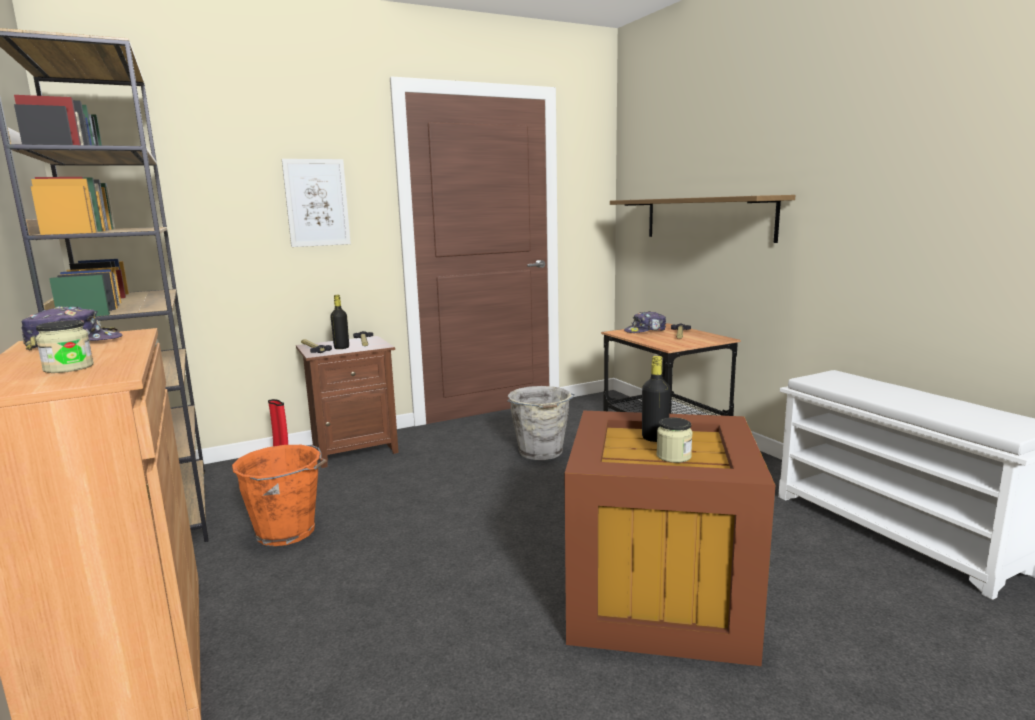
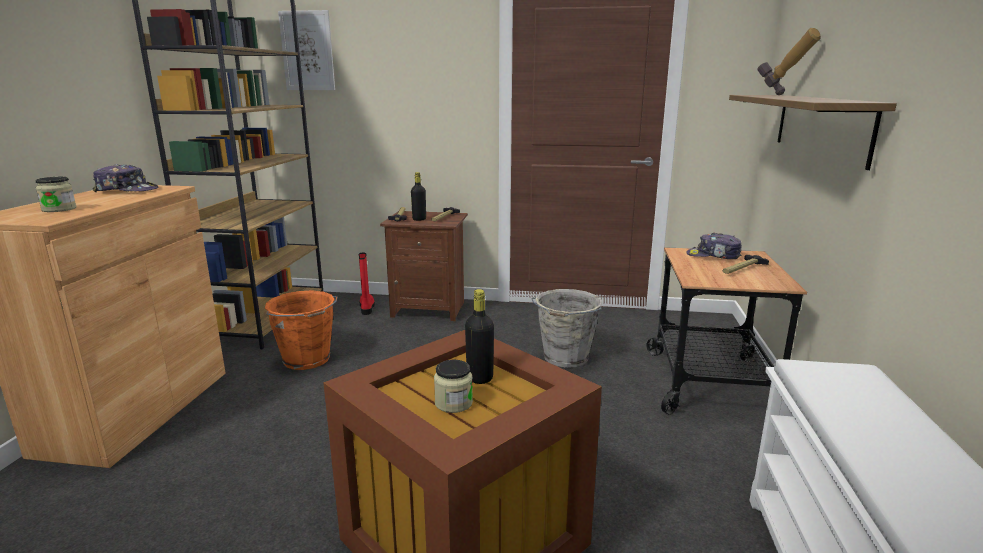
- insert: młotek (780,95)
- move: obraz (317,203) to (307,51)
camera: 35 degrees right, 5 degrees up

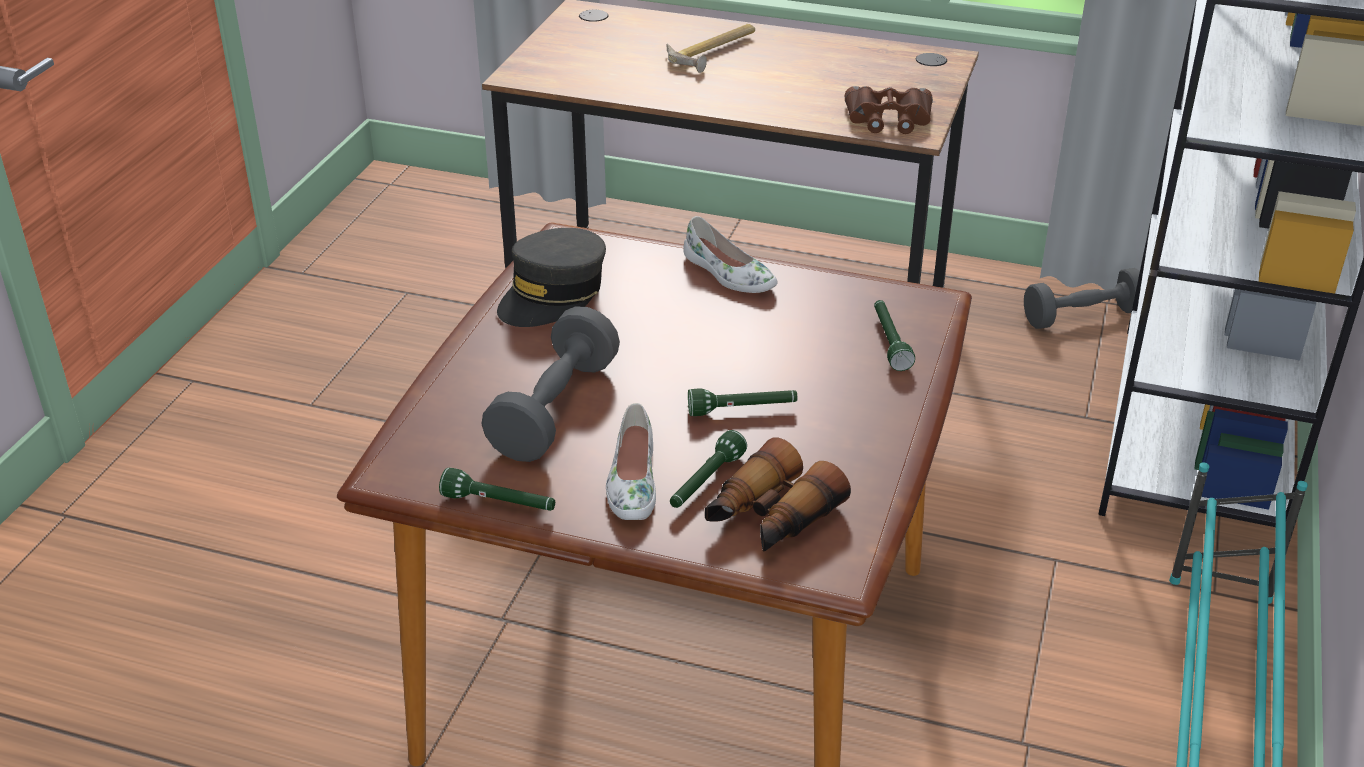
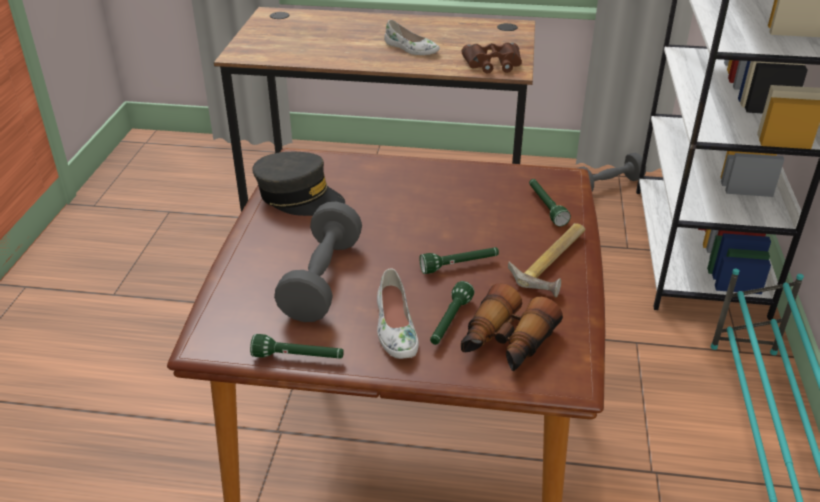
- move: młotek (715,52) to (556,263)
- move: but (biały) (728,274) to (411,49)
- rotate: czapka z daszkiem (szary) (553,295) = (299,197) 90 degrees counterclockwise
camera: 10 degrees left, 0 degrees up

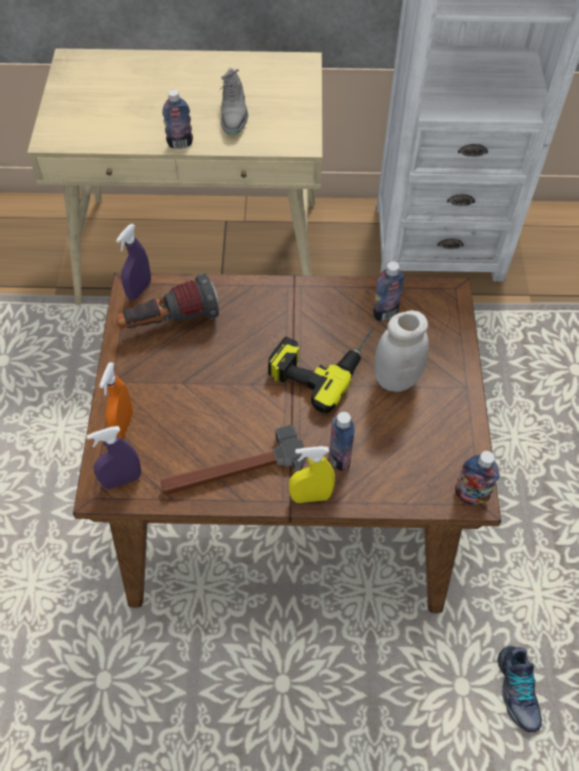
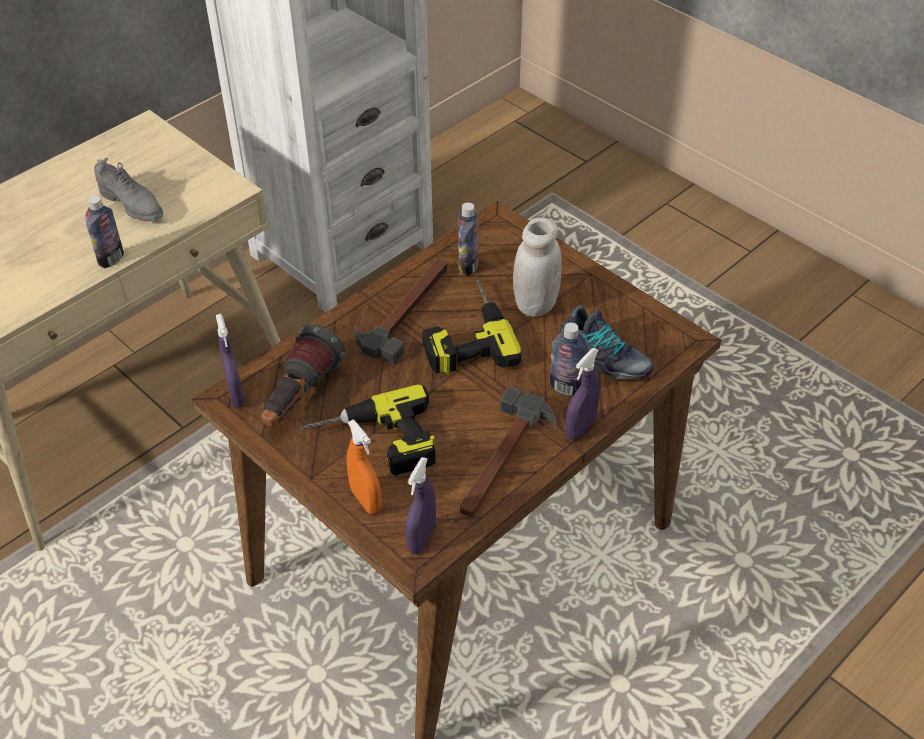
- delete: butelka (470,496)
- insert: wiertarka (374,443)
- insert: młotek (406,311)
- move: but (516,690) to (603,358)
- recolor: spryskiwacz (żółty) (310,496) to spryskiwacz (fioletowy) (580,428)
camera: 45 degrees left, 10 degrees down

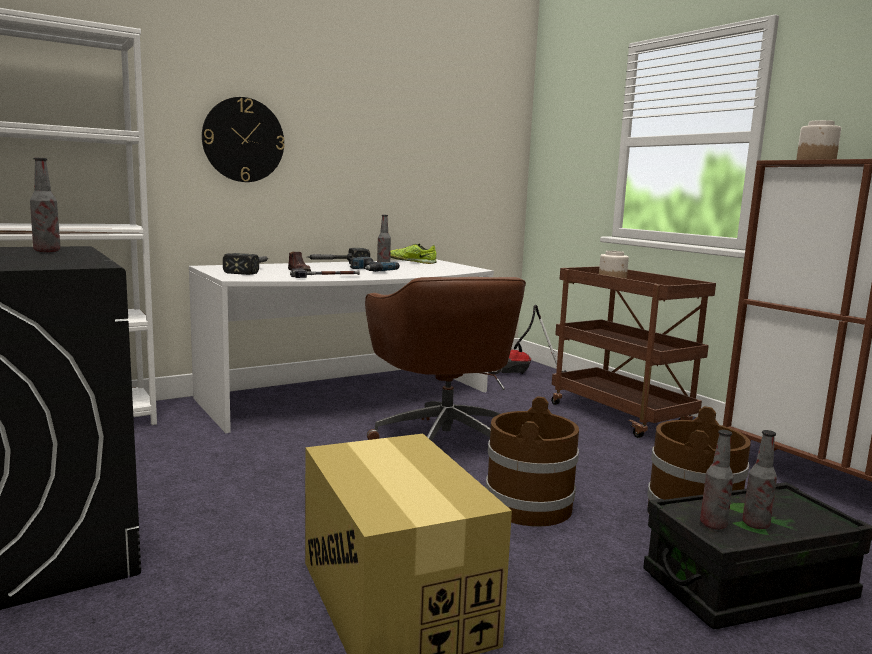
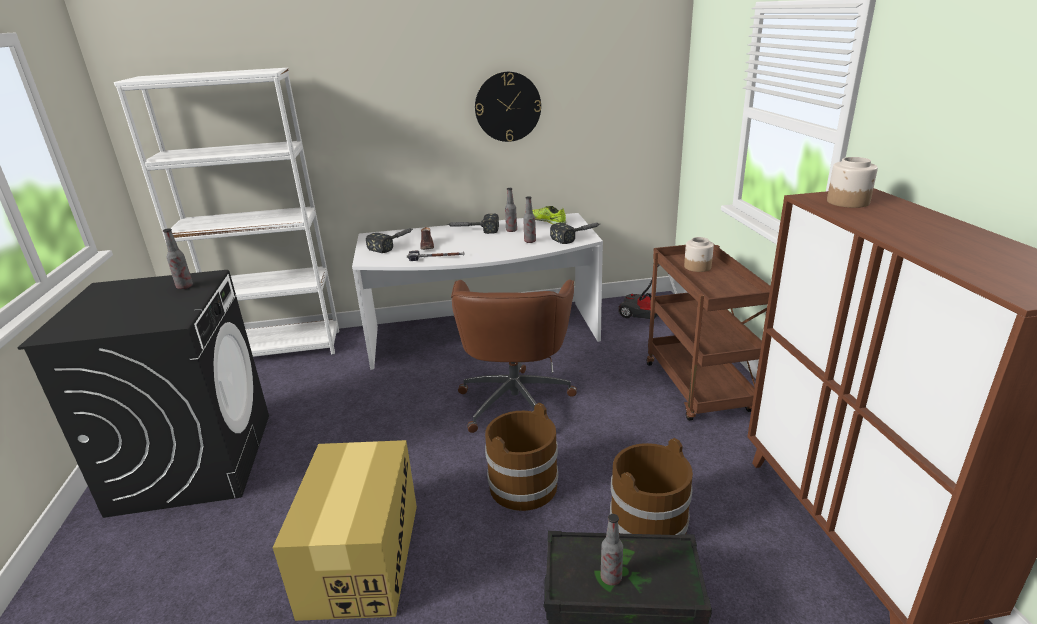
- delete: wiertarka (370,270)
- insert: młotek (578,236)
- move: zegar ścienny (243,140) to (508,107)
- move: butelka (713,525) to (530,241)
camera: 25 degrees right, 15 degrees up

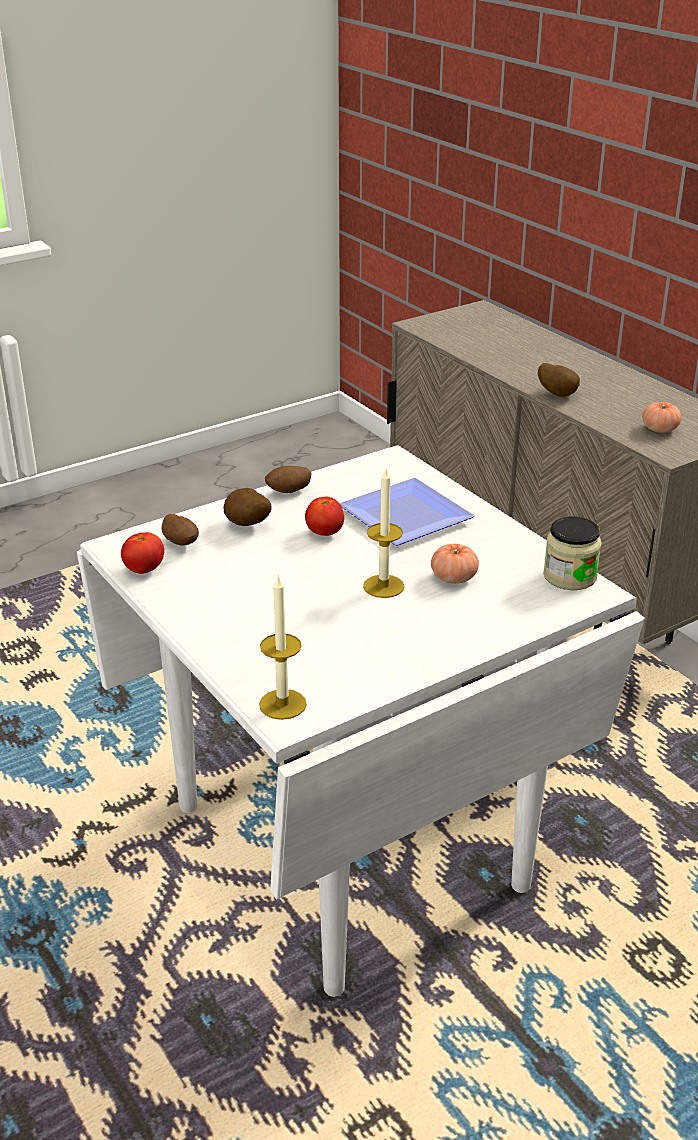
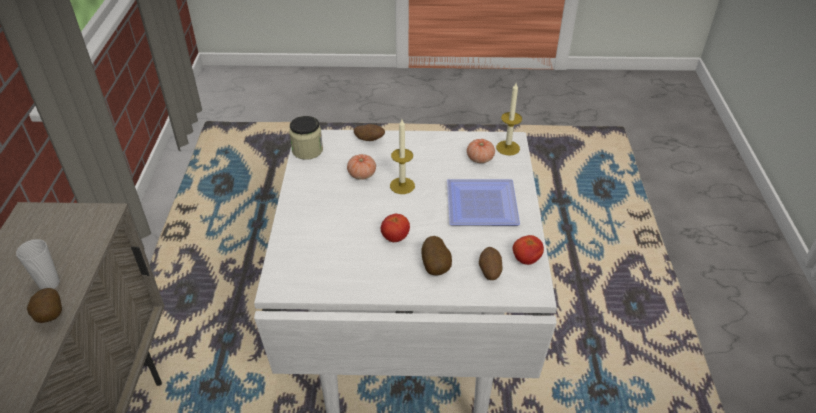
- insert: filiżanka (49,284)
- move: ziemniak (288,492) to (369,140)
- move: talerz (406,514) to (479,207)
- move: pomidor (659,429) to (480,159)
camera: 145 degrees left, 10 degrees up

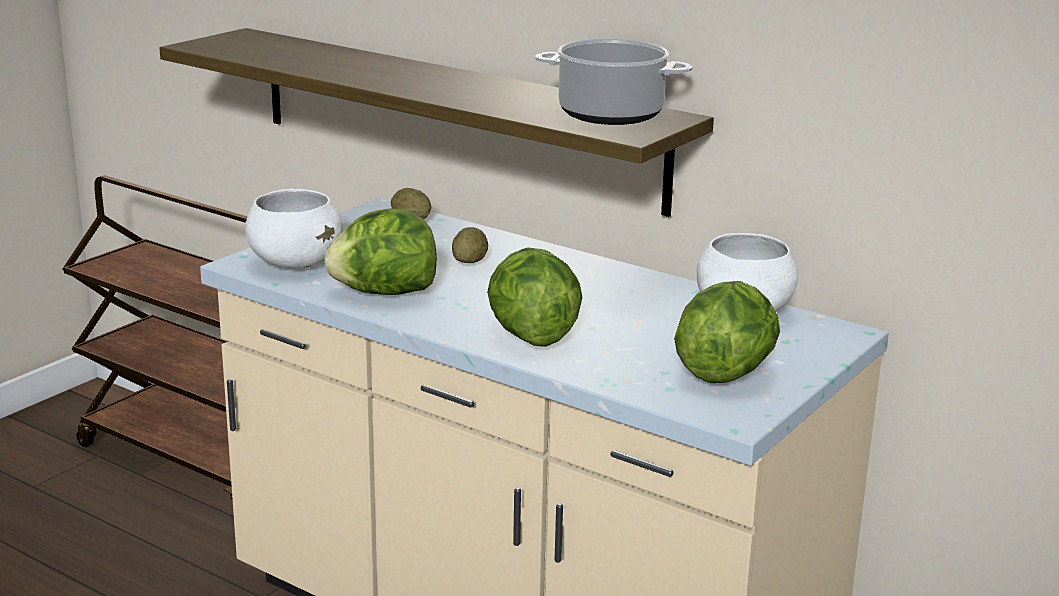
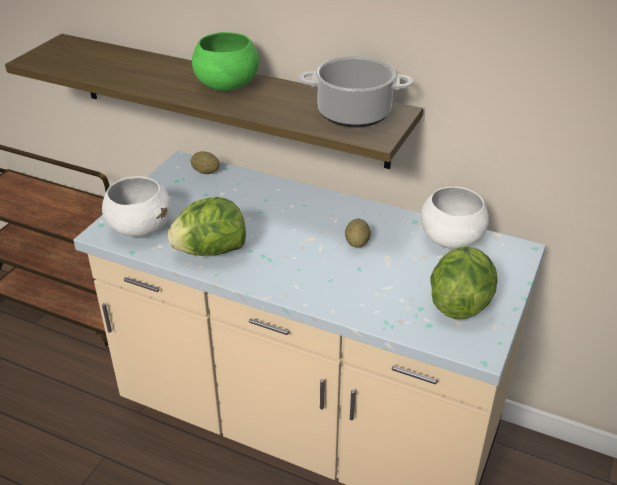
- delete: sałata (530,336)
- insert: miska (zielony) (226,85)
- move: ziemniak (469,262) to (357,243)
camera: 10 degrees left, 15 degrees up

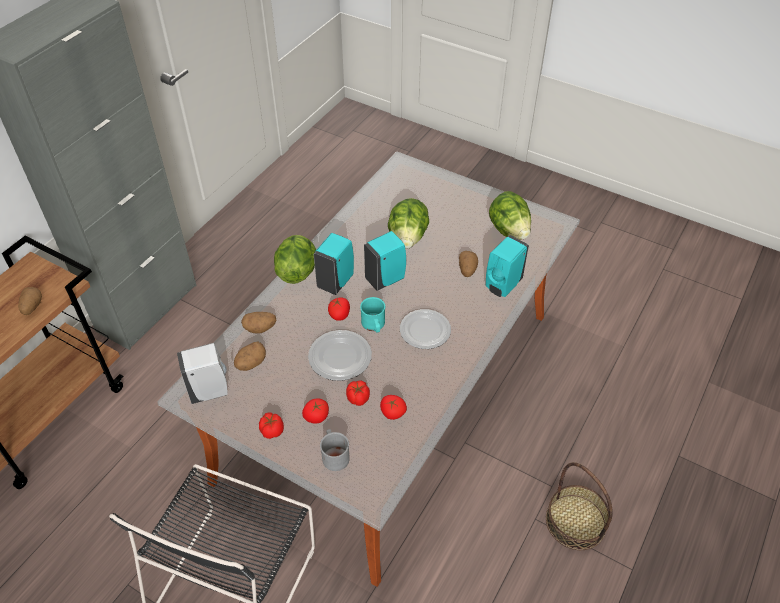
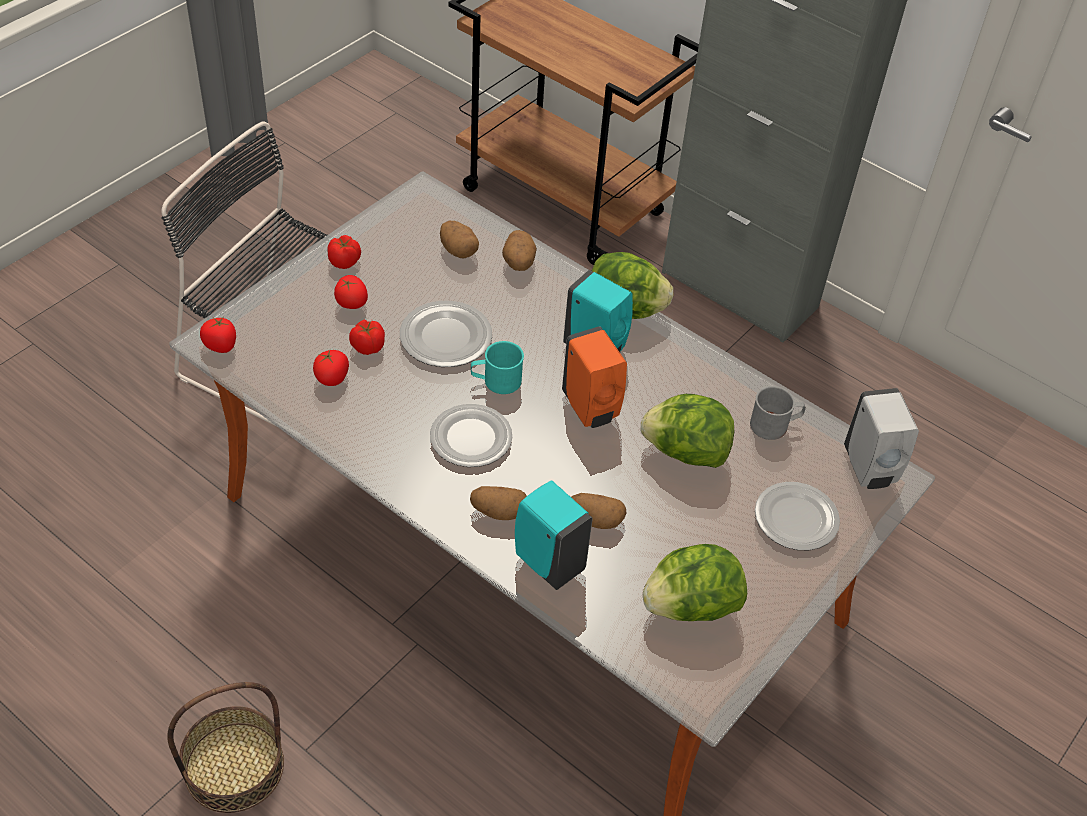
- insert: talerz (796,519)
- move: ziemniak (32,307) to (498,512)
- move: dozownik mydła (biały) (210,391) to (870,470)
- move: kubek (szary) (334,455) to (775,425)
- move: pomidor (339,315) to (221,345)
- recolor: dozownik mydła (turkusowy) (386,279) to dozownik mydła (pomarańczowy) (591,409)
camera: 95 degrees right, 0 degrees up

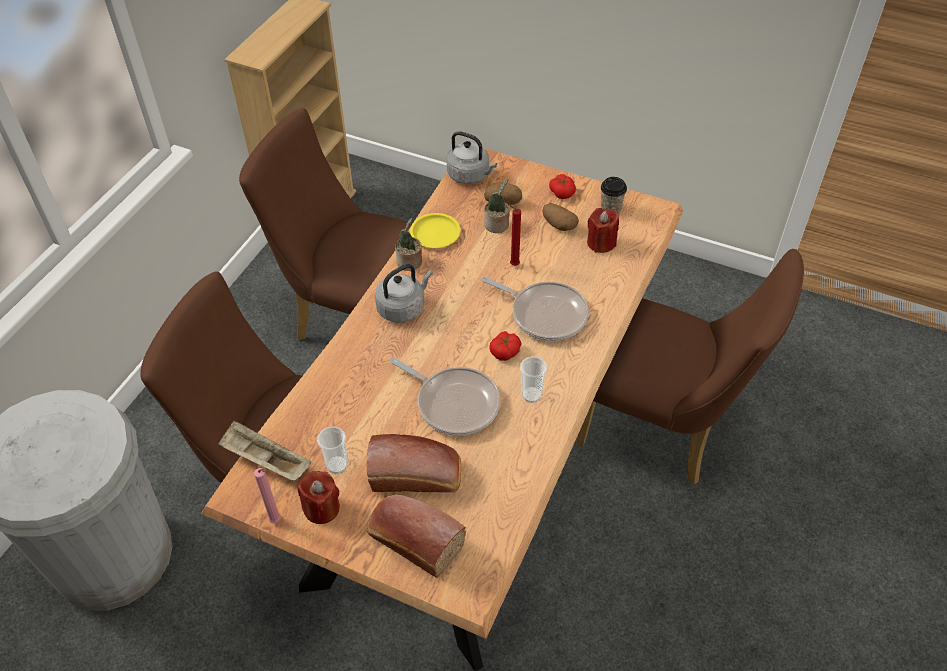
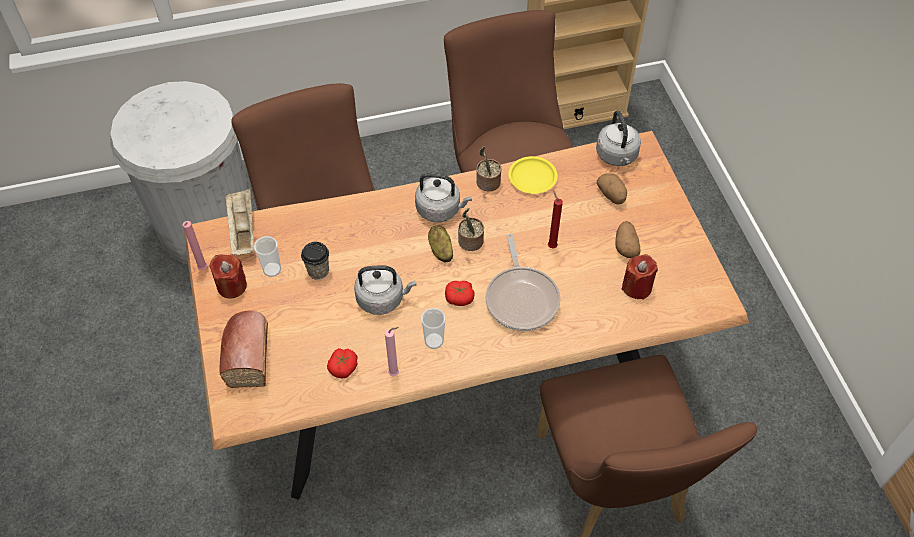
- delete: chleb (418,475)
- insert: świeca (różowy) (395,374)
- insert: ziemniak (440,250)
- move: roślina doniczkowa (497,226) to (470,242)
- move: pomidor (562,192) to (343,367)
- move: filiżanka (610,208) to (318,271)
- replace: patelnia (454,403) to czajnik (szary) (383,299)
camera: 50 degrees right, 5 degrees up

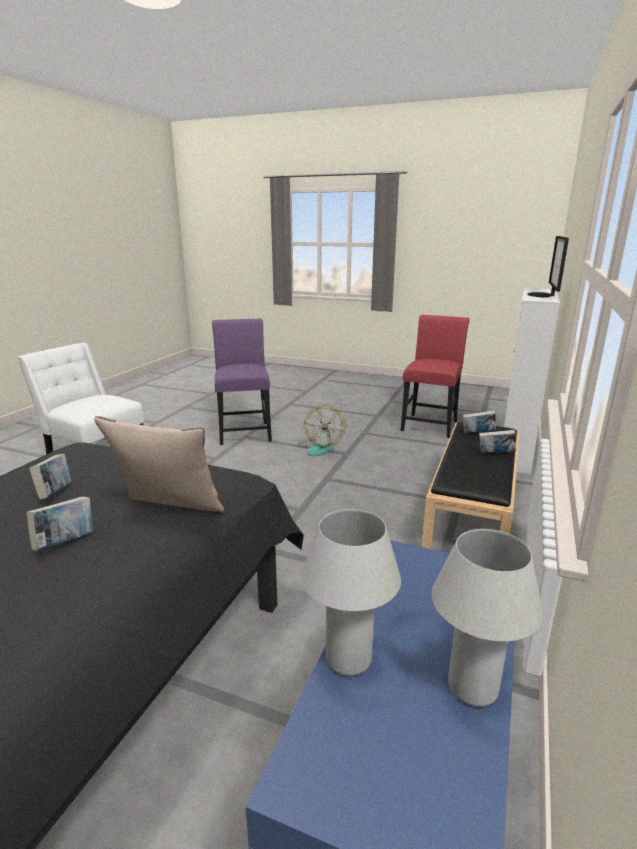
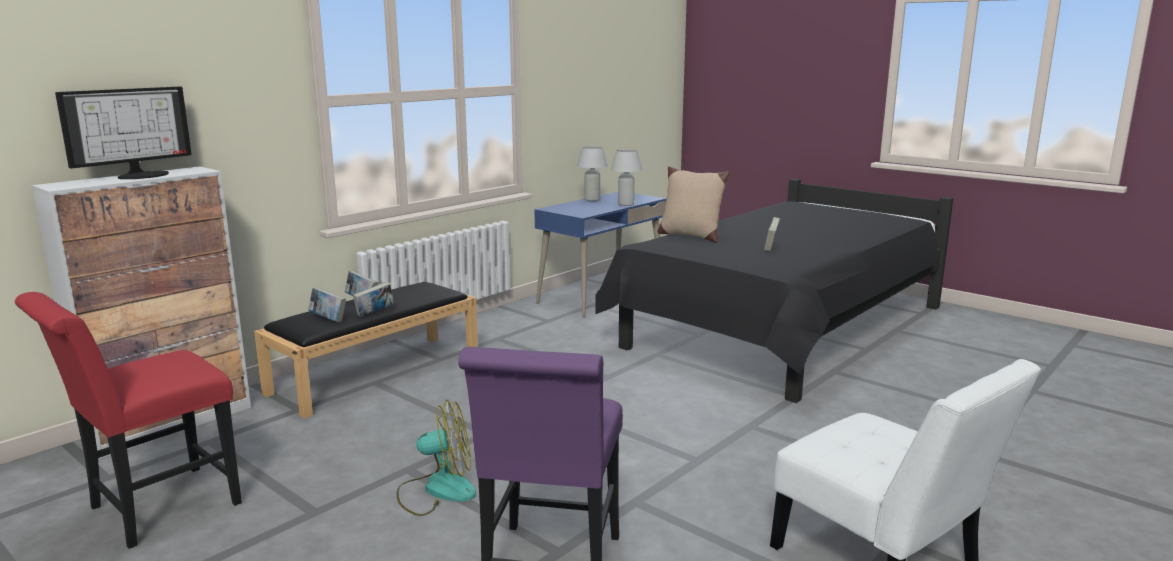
- move: książka (66,543) to (374,313)
- rotate: wentylator (320,448) = (437,490) 60 degrees clockwise
camera: 160 degrees left, 5 degrees down

